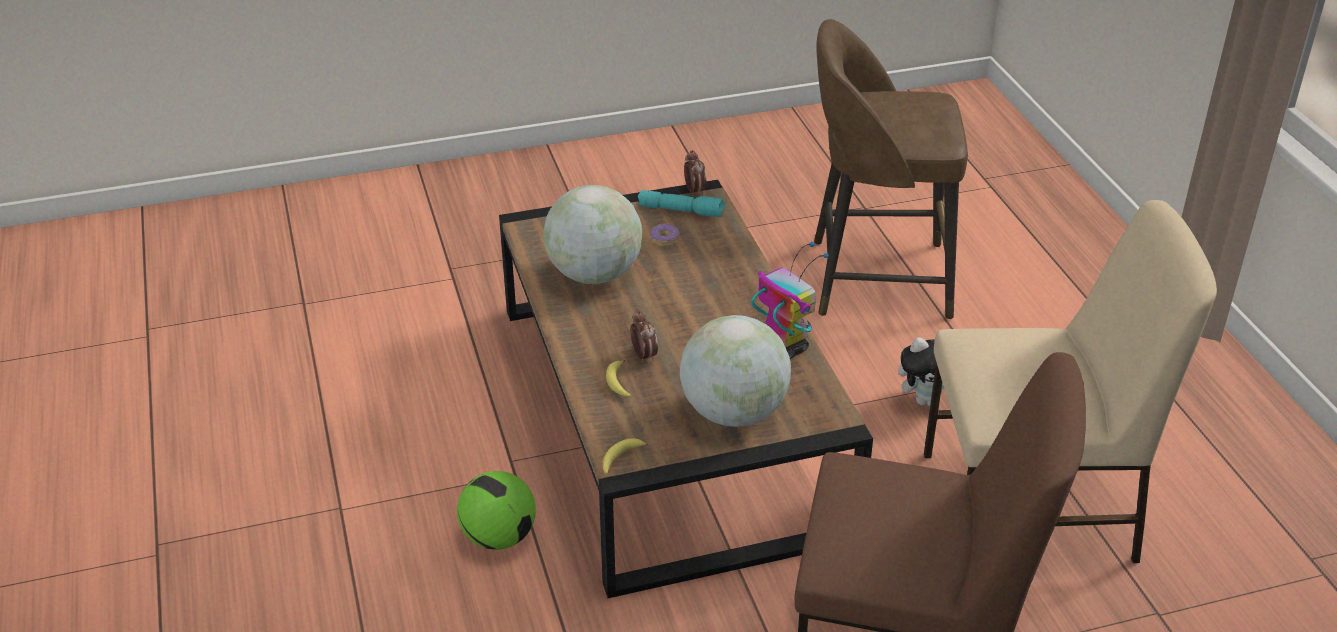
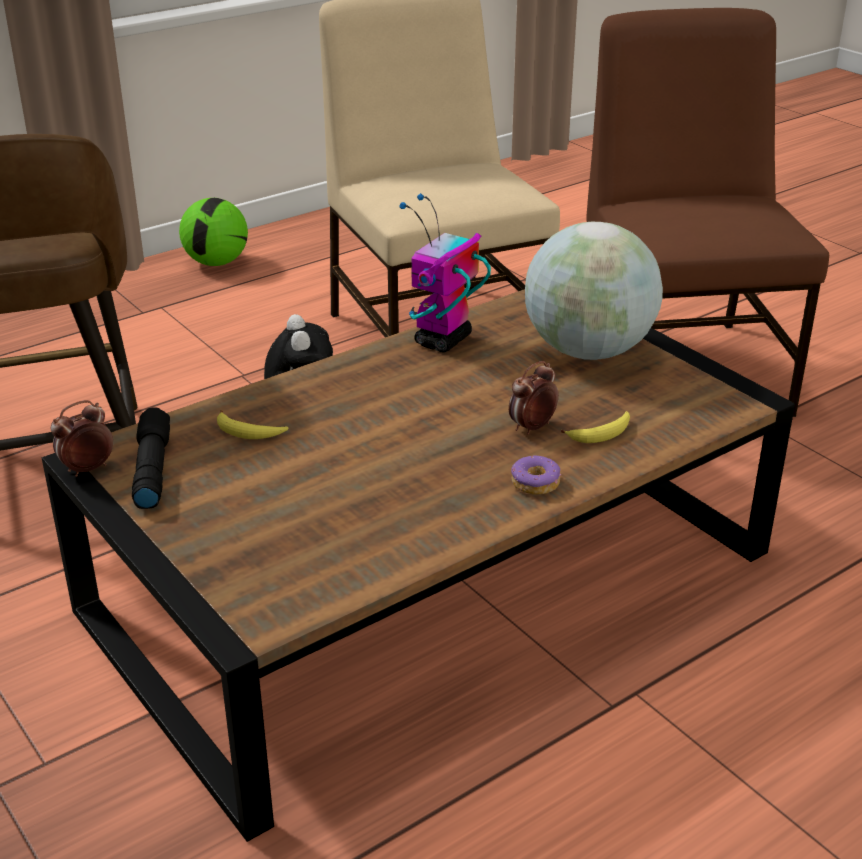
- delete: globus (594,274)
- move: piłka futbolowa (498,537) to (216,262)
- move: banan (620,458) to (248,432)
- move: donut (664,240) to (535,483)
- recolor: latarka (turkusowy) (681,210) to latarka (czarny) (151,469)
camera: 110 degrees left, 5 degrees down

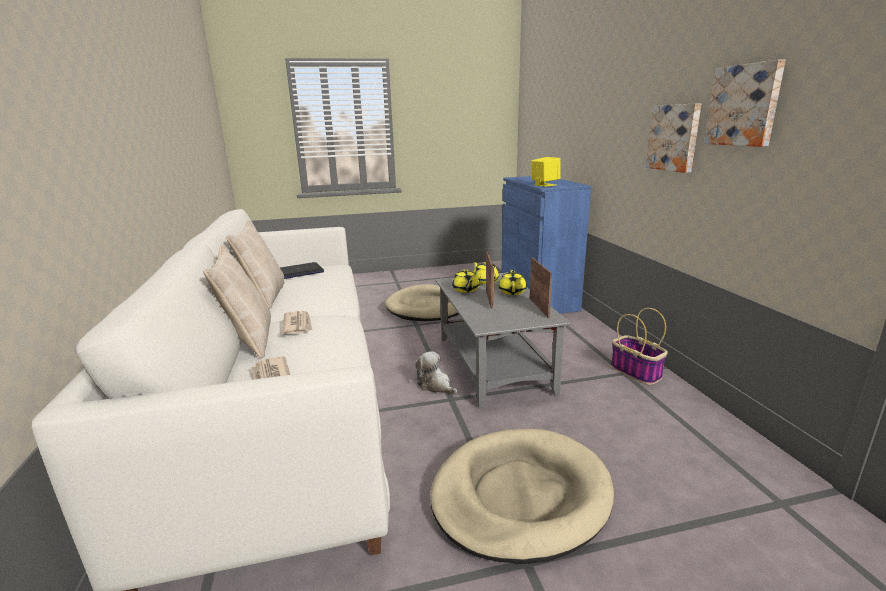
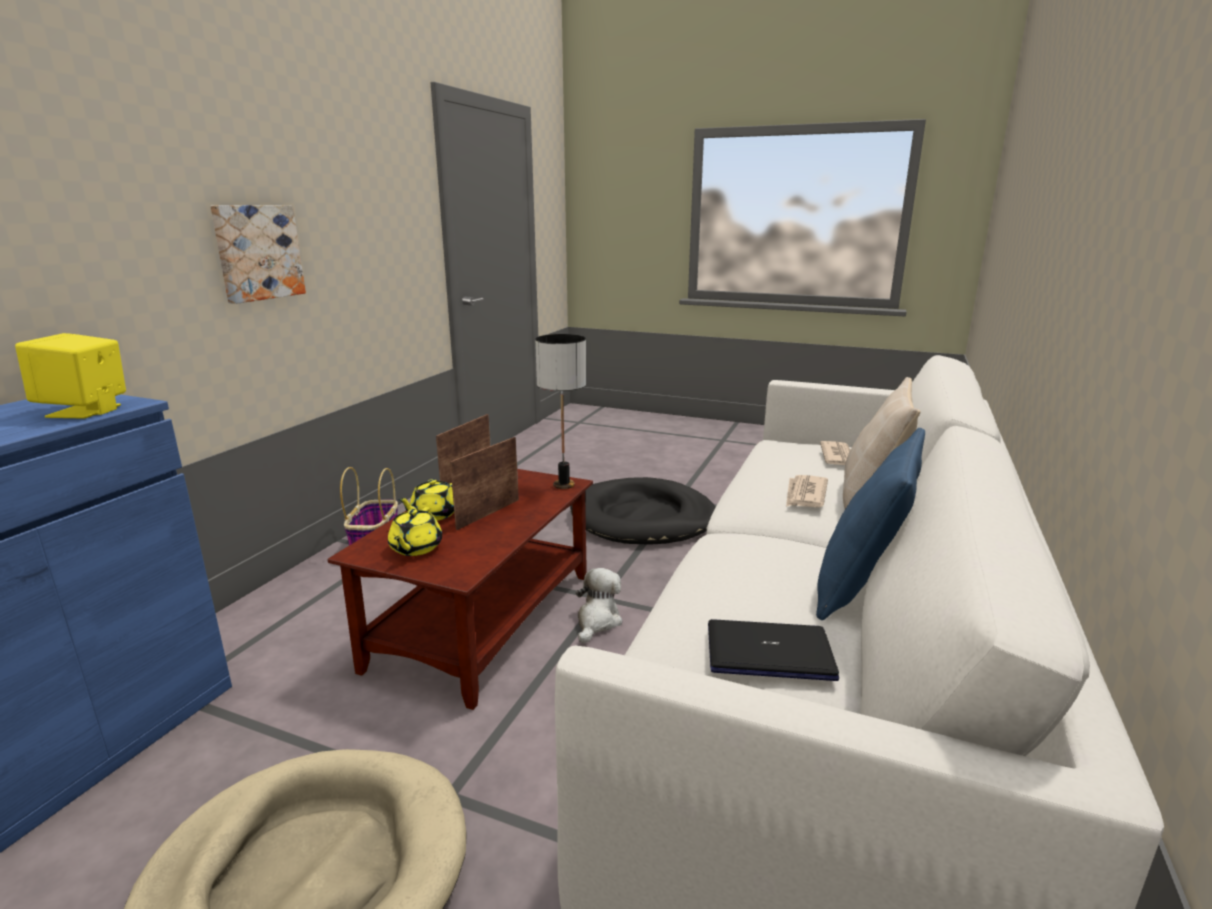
- delete: imbryk (żółty) (465,290)
- delete: obraz (744,105)
- insert: lampa stołowa (563,485)
- recolor: poduszka (beżowy) (264,296) to poduszka (niebieski) (860,587)
- recolor: legowisko (beżowy) (520,496) to legowisko (czarny) (642,518)
- recolor: ława (szary) (492,363) to ława (brązowy) (483,621)
- rotate: pluszak (435,386) = (597,621) 150 degrees counterclockwise
camera: 145 degrees left, 0 degrees up

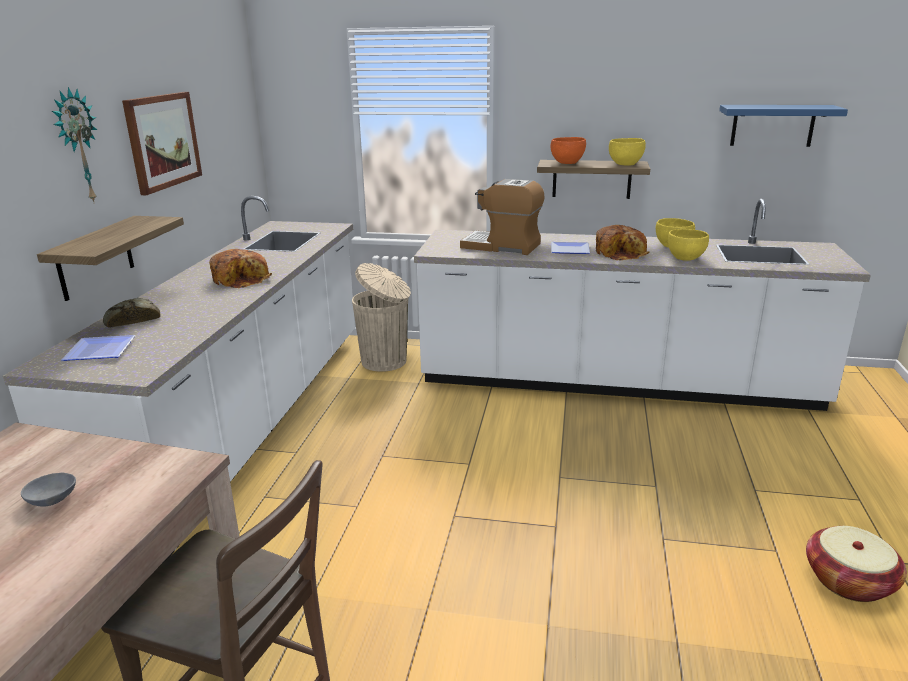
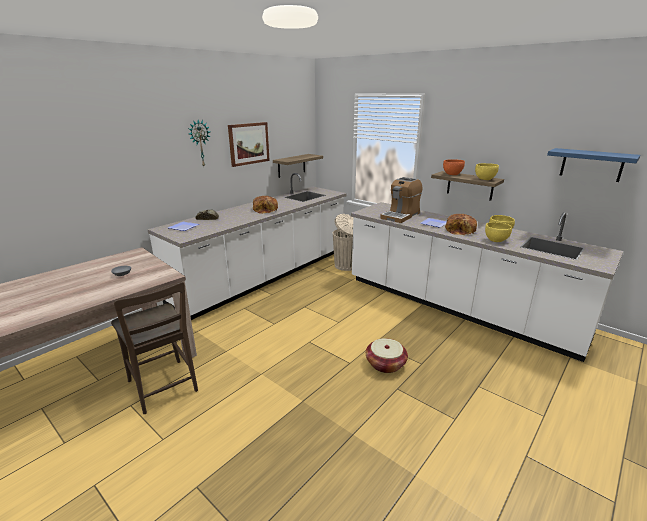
- move: półka (95,258) to (291,165)
- move: koszyk (849,581) to (385,364)
- rotate: ekspres do kawy (502,246) = (400,216) 105 degrees counterclockwise
camera: 30 degrees right, 0 degrees up

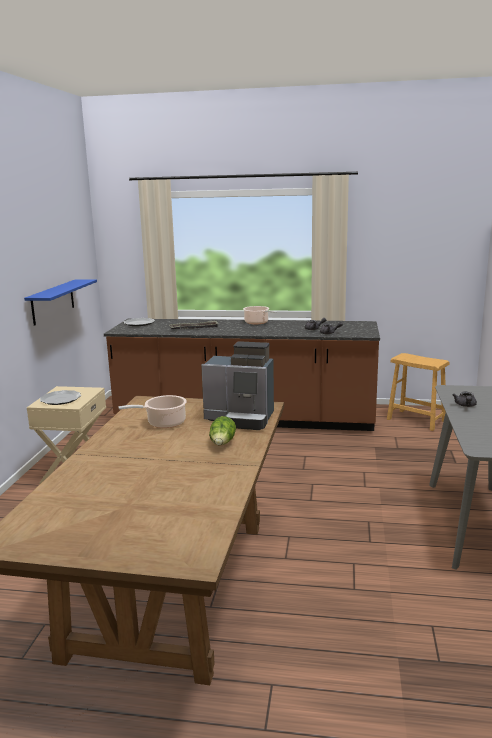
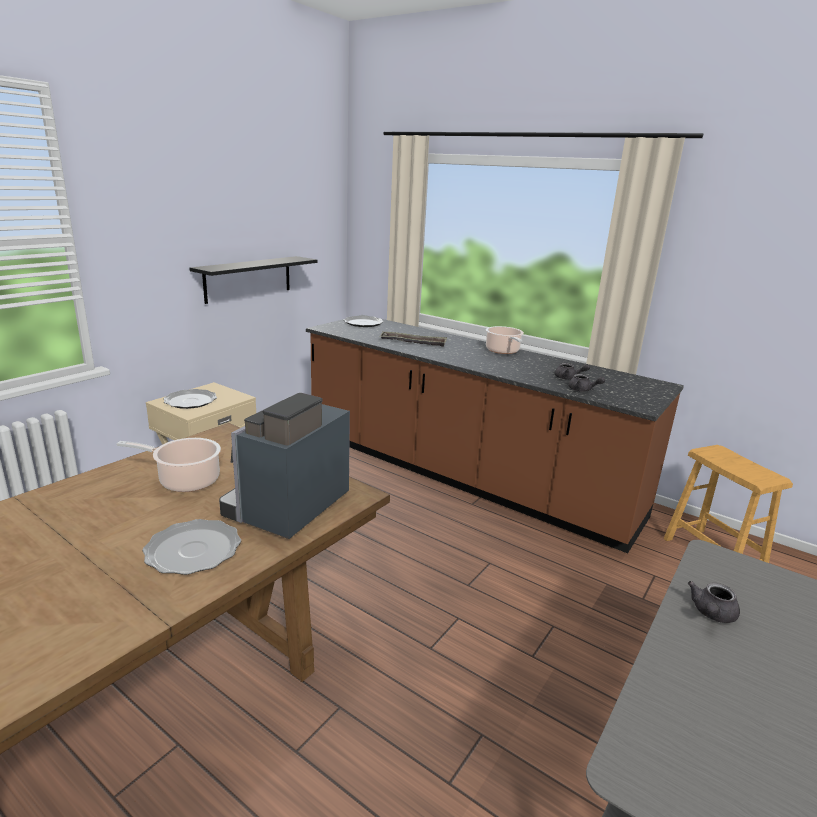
- replace: sałata (222,443) to talerz (194,550)
- recolor: półka (niebieski) (53,301) to półka (czarny) (248,279)
- rotate: ekspres do kawy (241,419) = (287,508) 75 degrees clockwise
camera: 25 degrees right, 5 degrees up

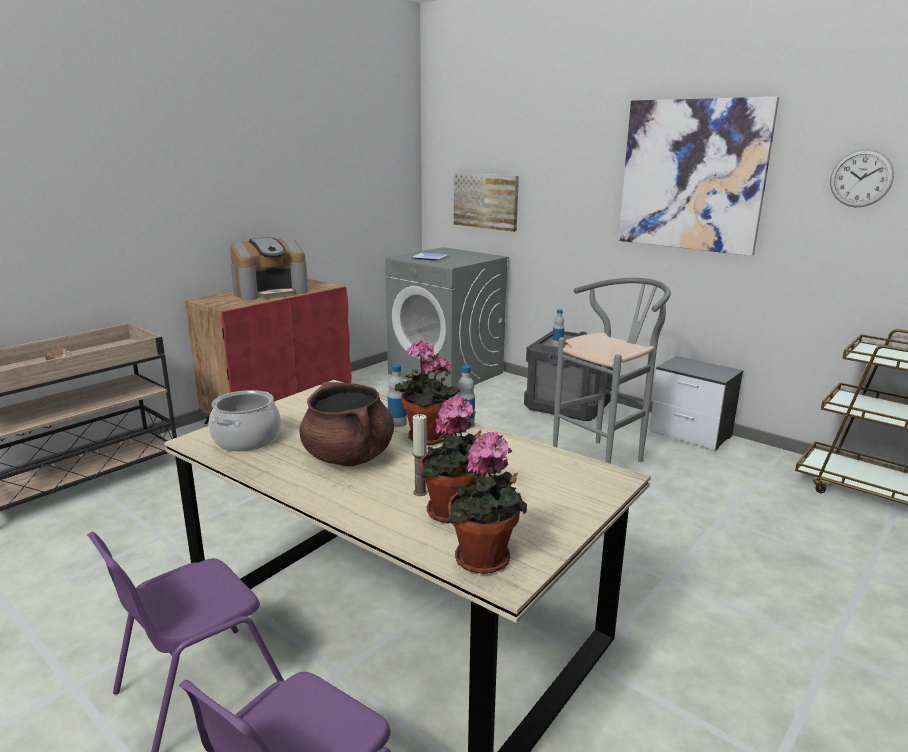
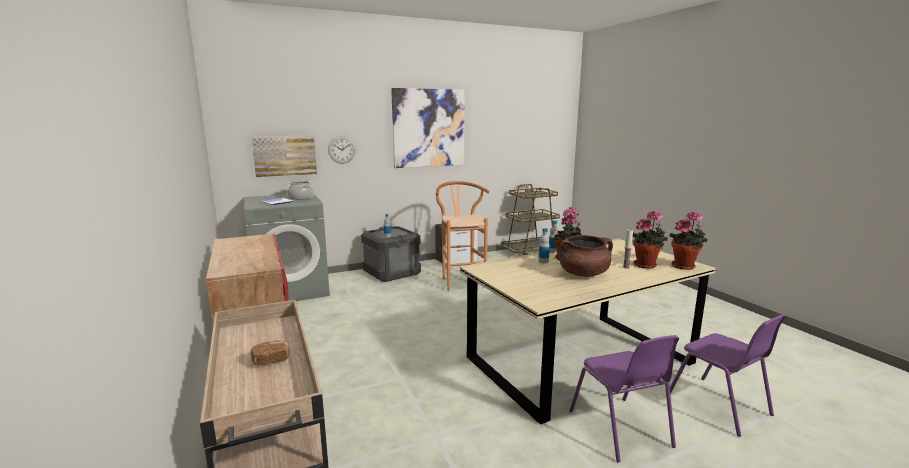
- delete: ekspres do kawy (271,292)
- move: garnek (246,439) to (300,197)
- move: zegar ścienny (861,178) to (342,149)
- recolor: stołek (szary) (604,457) to stołek (brązowy) (461,281)
camera: 65 degrees left, 5 degrees down

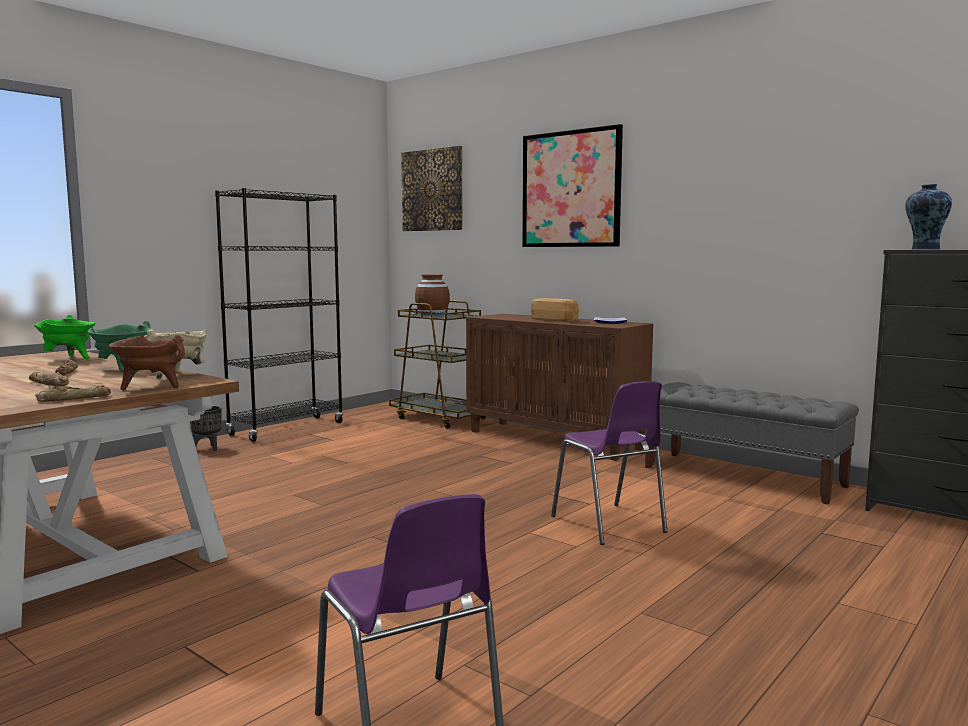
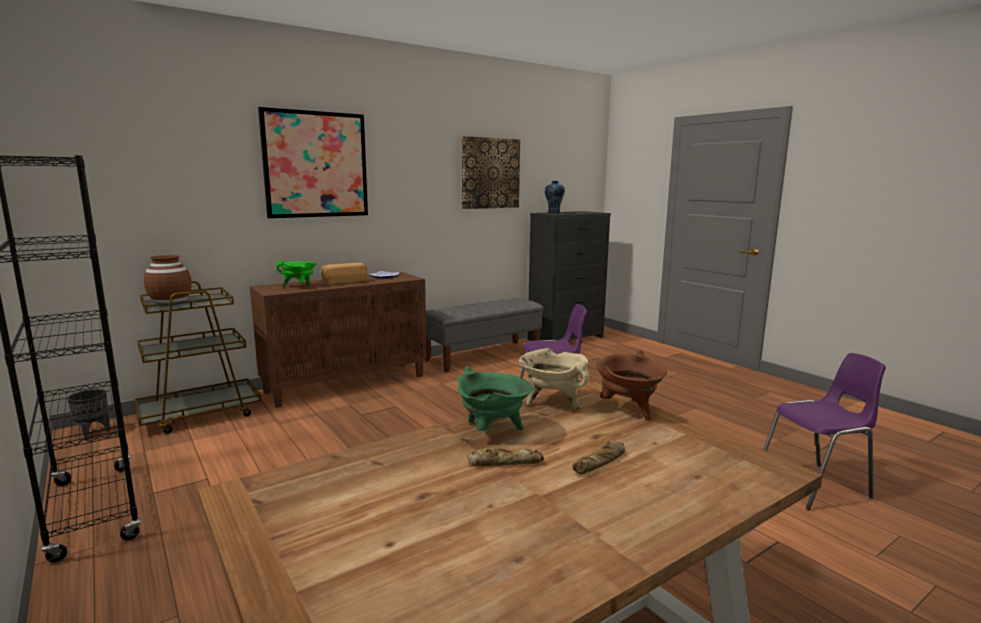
- delete: chleb (74,398)
- move: garnek (zielony) (69,358) to (299,286)
- move: donica (czarny) (207,449) to (93,434)
- move: obraz (432,190) to (490,173)
camera: 75 degrees left, 5 degrees up

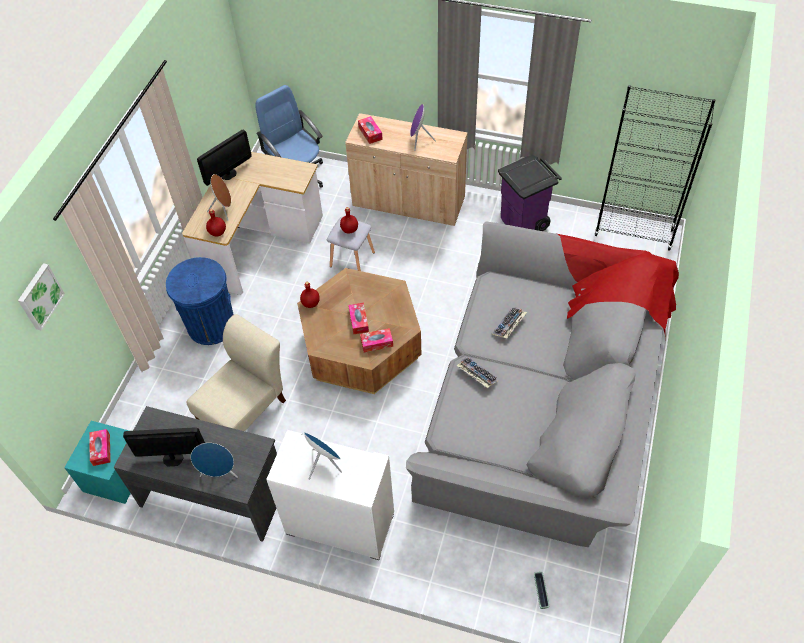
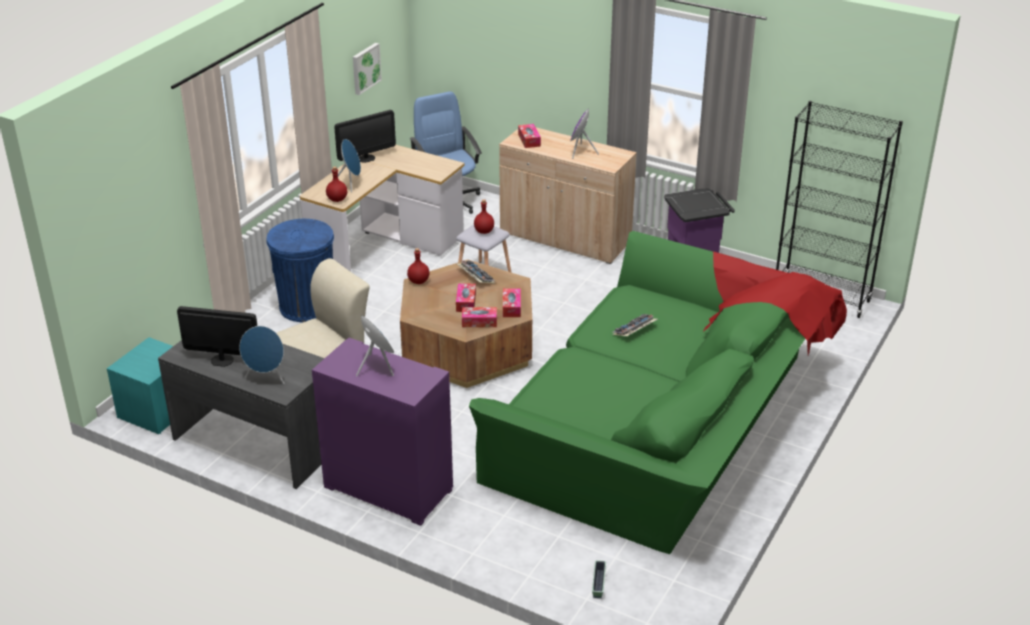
- move: obraz (39,296) to (365,68)
- move: pudełko chusteczek (101,449) to (511,307)
- move: klawiatura (476,374) to (475,276)
- recolor: głośnik (brązowy) (224,210) to głośnik (niebieski) (351,184)
- recolor: szafka (biały) (339,524) to szafka (fioletowy) (387,488)
- recolor: kanapa (szary) (544,398) to kanapa (zielony) (662,421)
camera: 10 degrees right, 20 degrees down

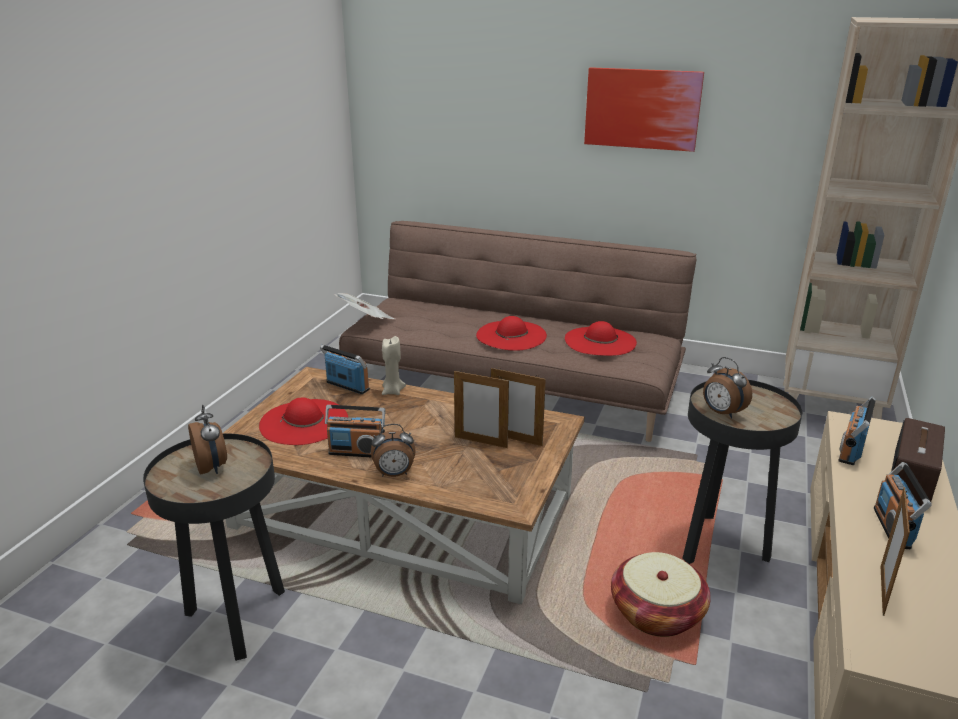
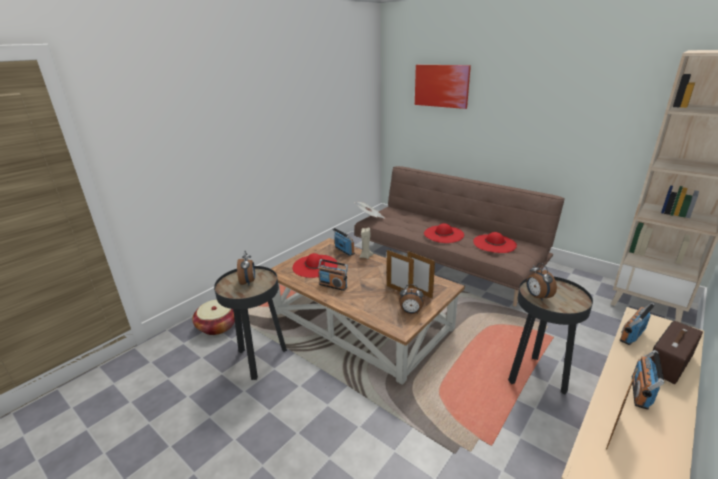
- move: budzik (394,474) to (411,312)
- move: obraz (642,108) to (441,86)
- move: koszyk (656,613) to (218,326)
camera: 20 degrees right, 0 degrees up

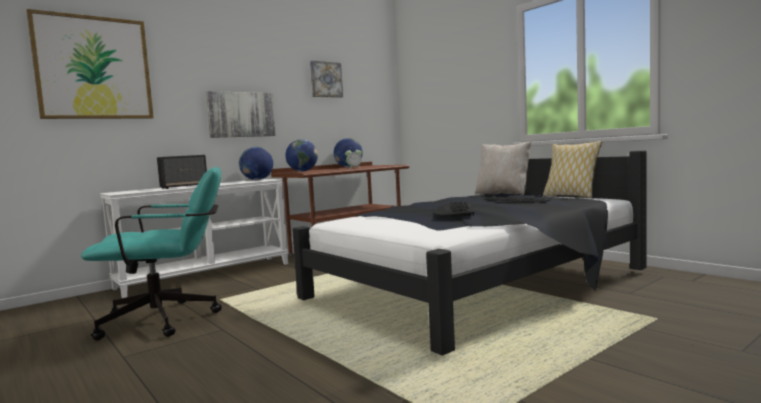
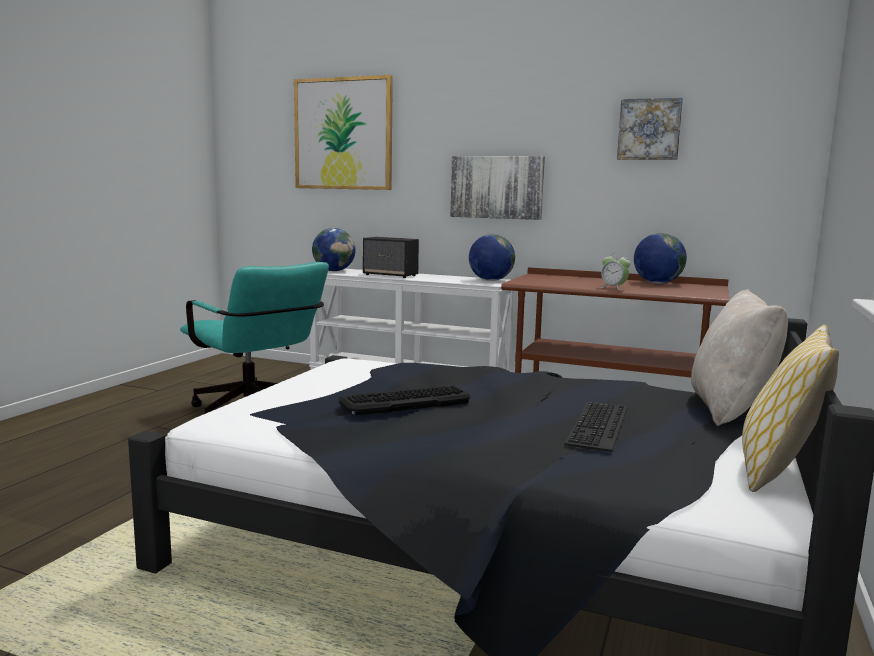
- move: globus (302,171) to (334,271)
camera: 60 degrees right, 5 degrees up

